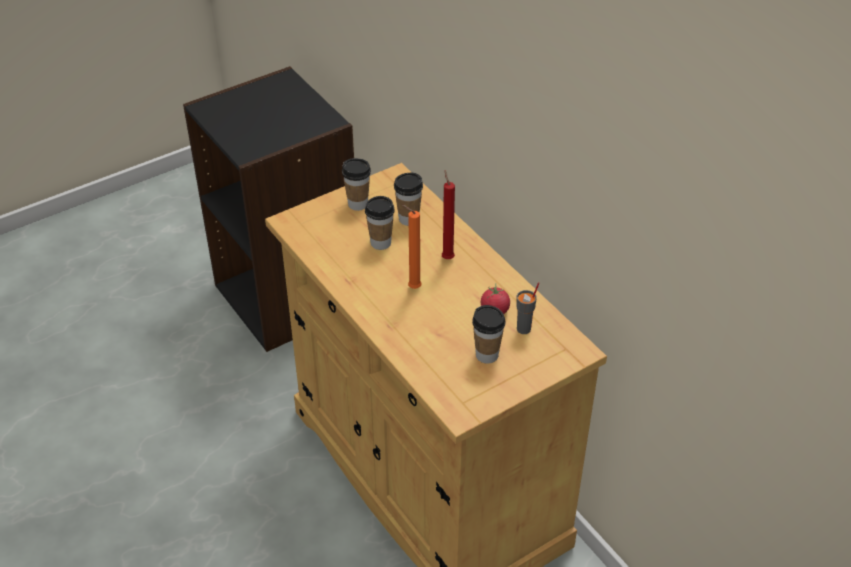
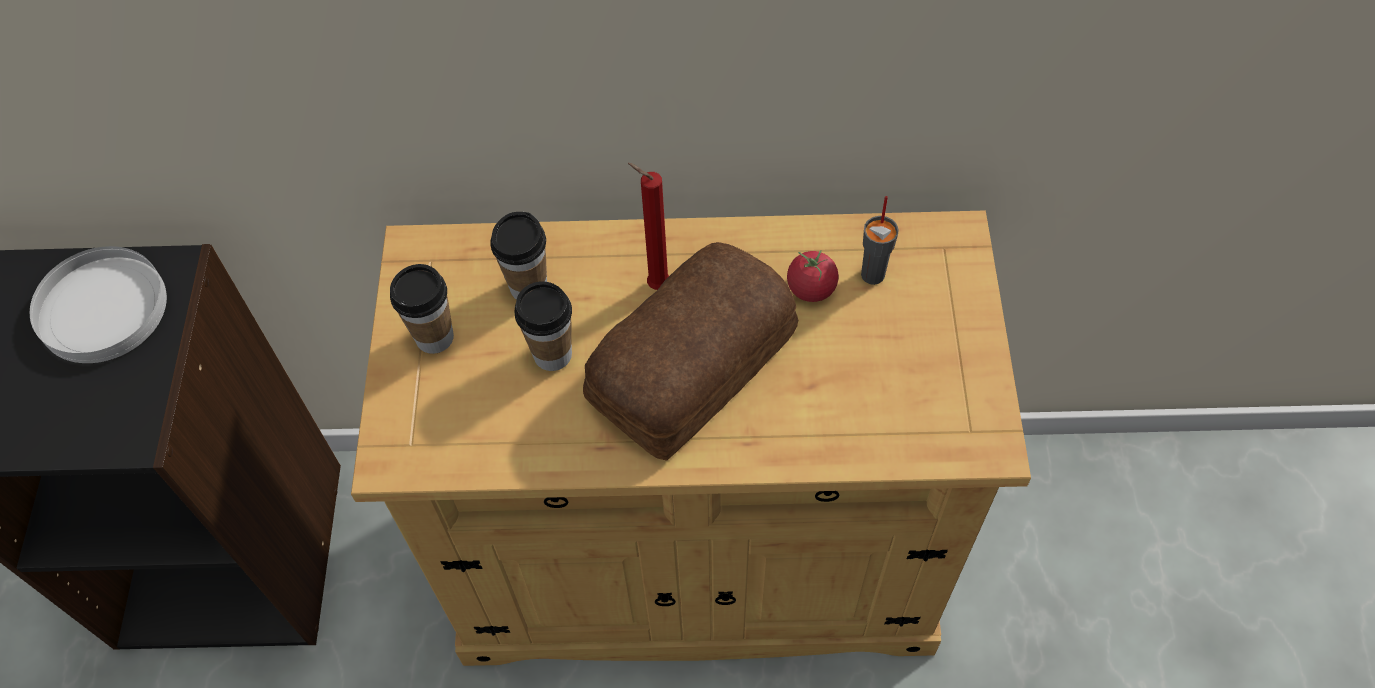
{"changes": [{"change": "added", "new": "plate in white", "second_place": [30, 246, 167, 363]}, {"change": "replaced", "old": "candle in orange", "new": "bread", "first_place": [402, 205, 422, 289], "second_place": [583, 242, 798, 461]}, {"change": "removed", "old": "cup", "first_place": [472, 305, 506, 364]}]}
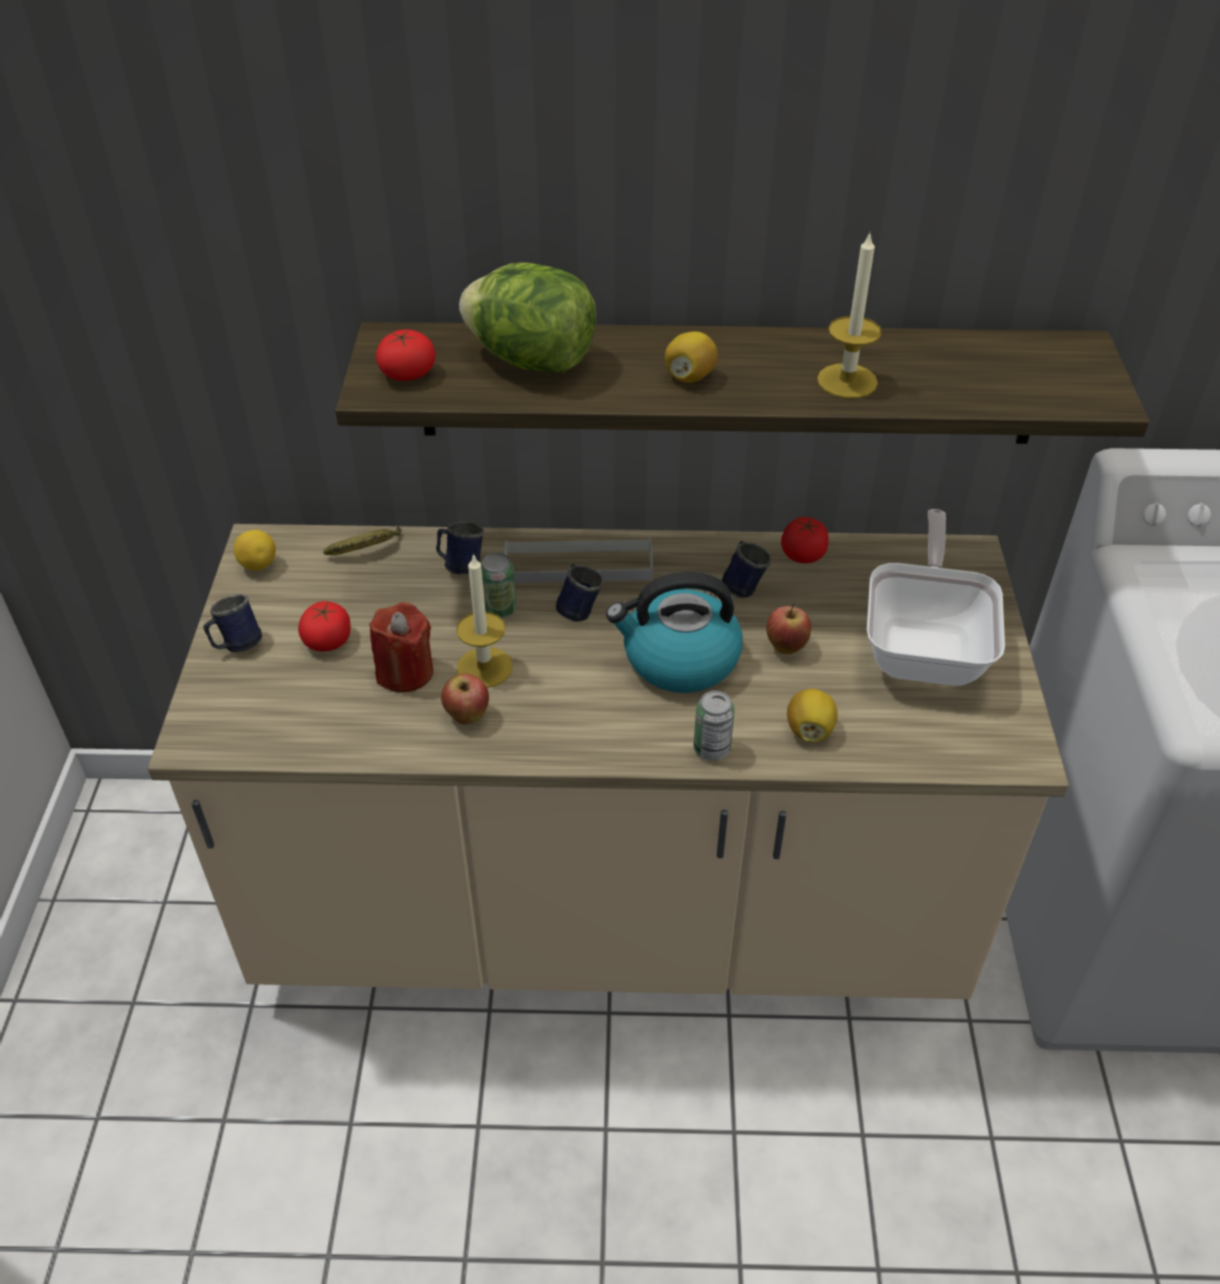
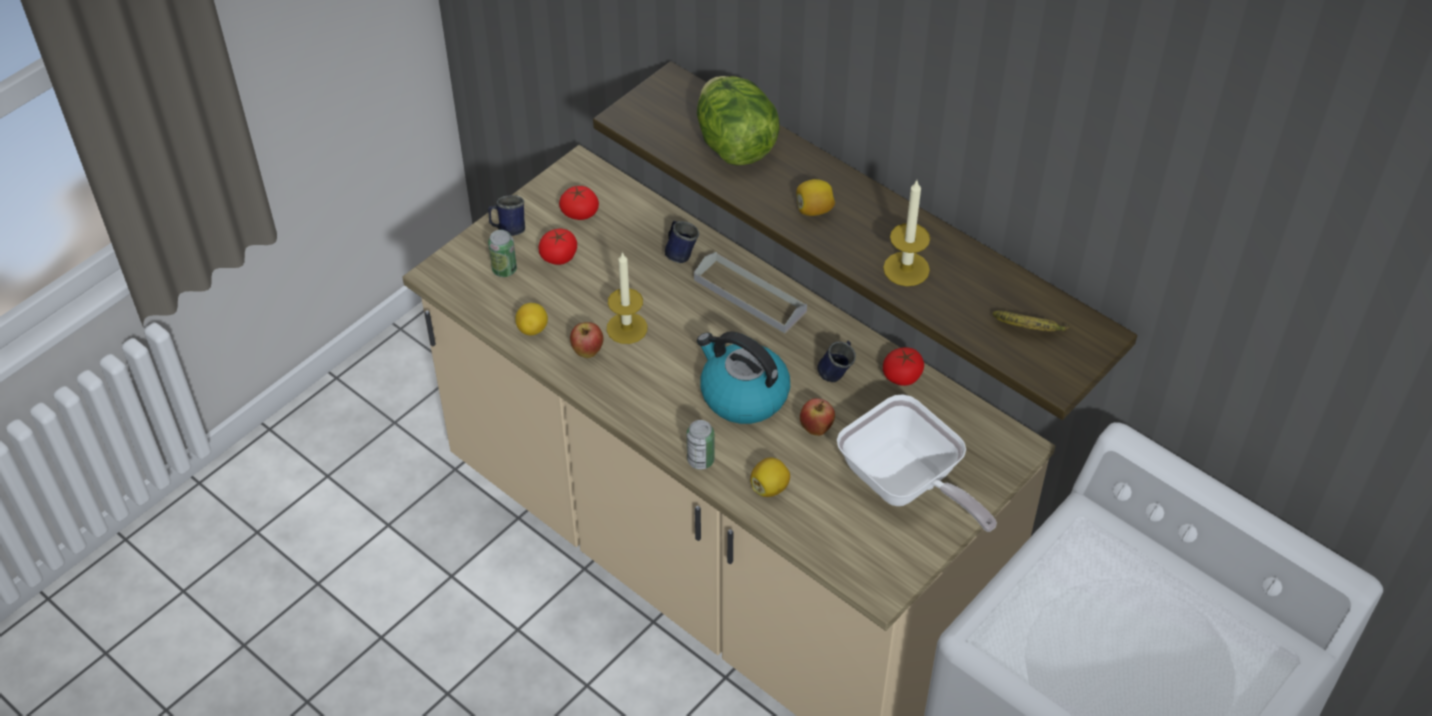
{"changes": [{"change": "moved", "old": "can", "first_place": [481, 553, 516, 618], "second_place": [488, 230, 517, 277]}, {"change": "moved", "old": "lemon", "first_place": [234, 530, 276, 571], "second_place": [515, 303, 548, 335]}, {"change": "moved", "old": "tomato", "first_place": [376, 330, 436, 381], "second_place": [559, 186, 599, 220]}, {"change": "turned", "old": "frying pan", "first_place": [867, 509, 1005, 686], "second_place": [837, 394, 997, 532], "degrees": 90}, {"change": "moved", "old": "banana", "first_place": [323, 526, 402, 555], "second_place": [993, 311, 1069, 331]}, {"change": "removed", "old": "candle in red", "first_place": [369, 602, 433, 692]}, {"change": "removed", "old": "mug in blue", "first_place": [556, 564, 604, 622]}]}
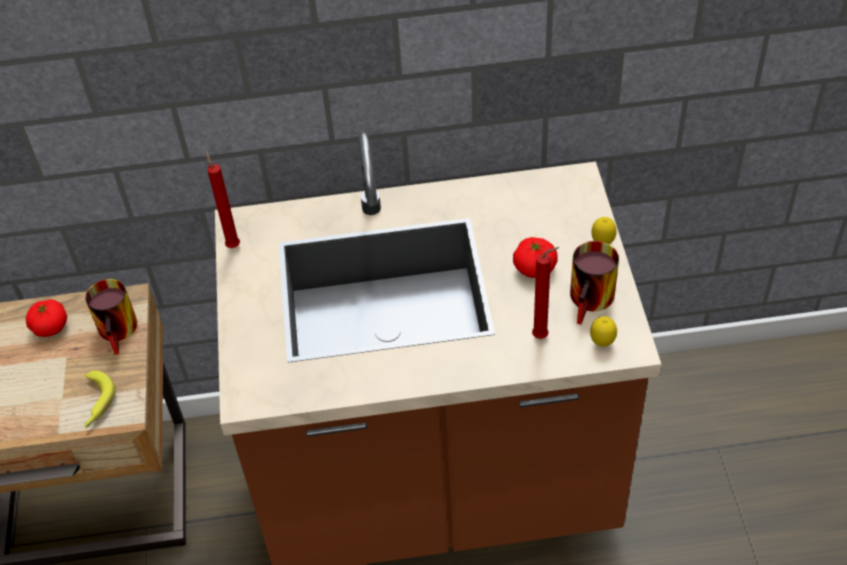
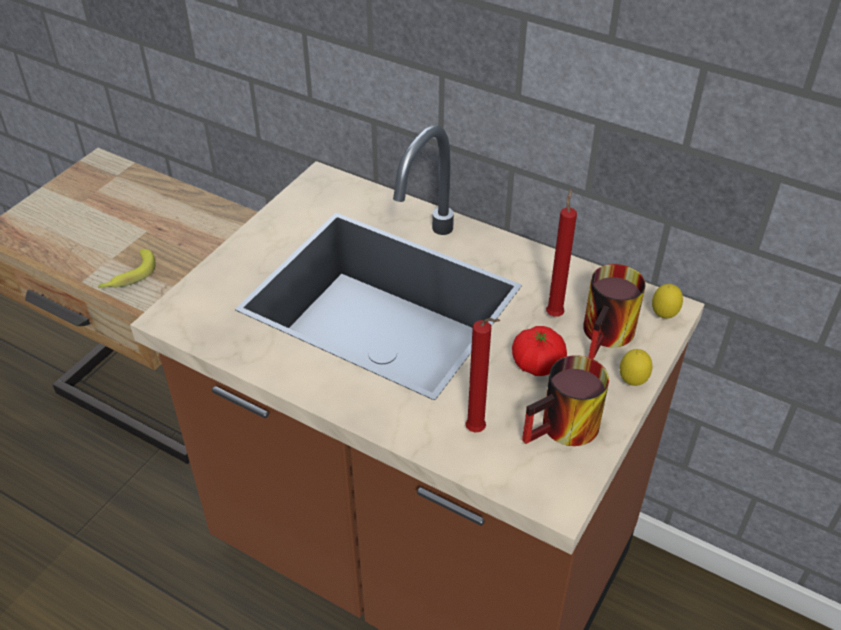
{"changes": [{"change": "moved", "old": "candle in red", "first_place": [206, 151, 240, 248], "second_place": [546, 189, 577, 317]}, {"change": "moved", "old": "mug", "first_place": [85, 279, 138, 355], "second_place": [583, 264, 646, 359]}, {"change": "moved", "old": "lemon", "first_place": [590, 316, 617, 347], "second_place": [652, 284, 683, 318]}, {"change": "removed", "old": "tomato", "first_place": [26, 299, 67, 337]}]}
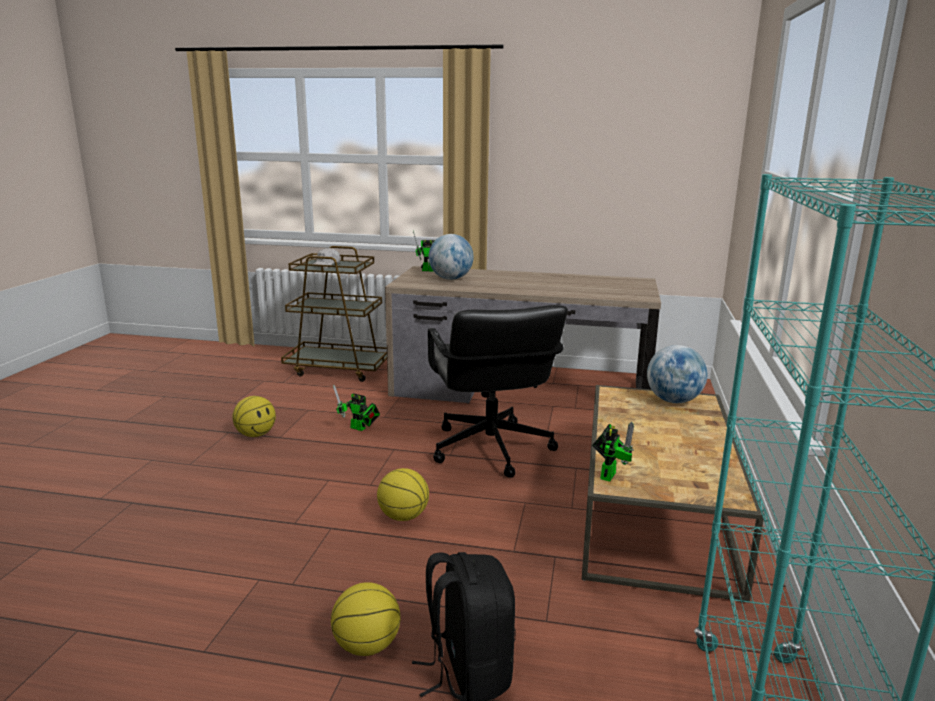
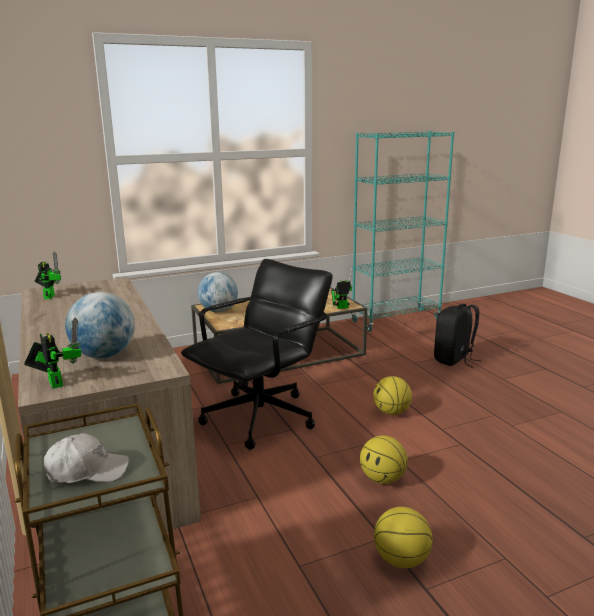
{"changes": [{"change": "moved", "old": "toy robot", "first_place": [333, 384, 380, 431], "second_place": [35, 252, 61, 299]}, {"change": "moved", "old": "basketball", "first_place": [331, 582, 400, 656], "second_place": [360, 435, 408, 484]}]}
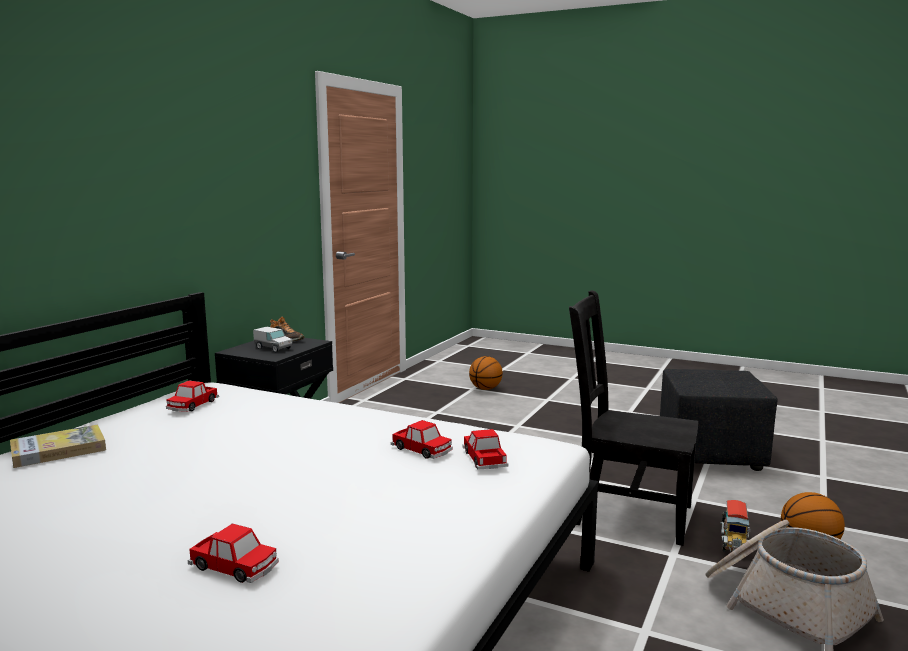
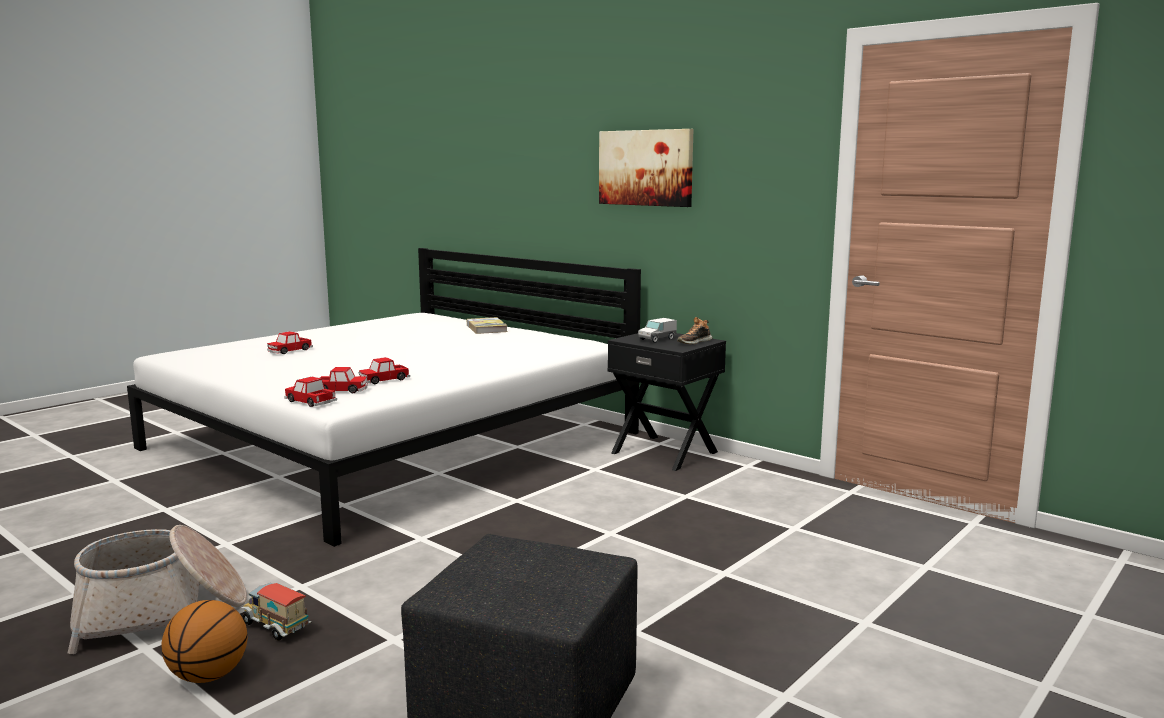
{"changes": [{"change": "moved", "old": "toy car", "first_place": [166, 381, 219, 412], "second_place": [284, 377, 337, 407]}, {"change": "added", "new": "picture", "second_place": [599, 129, 693, 207]}, {"change": "removed", "old": "basketball", "first_place": [469, 356, 503, 390]}, {"change": "removed", "old": "chair in black", "first_place": [569, 290, 698, 546]}]}
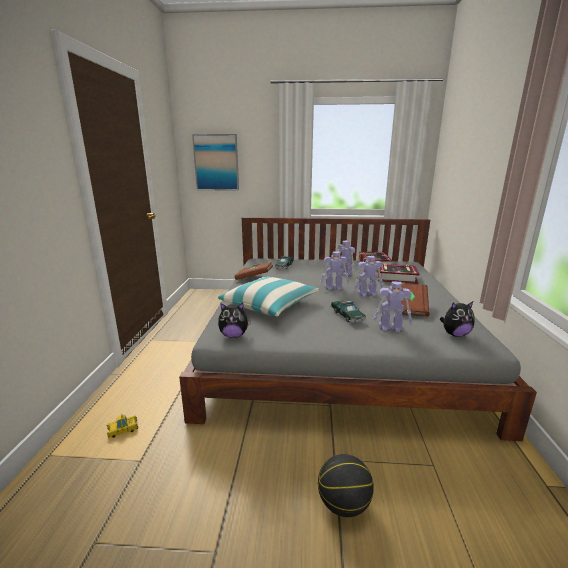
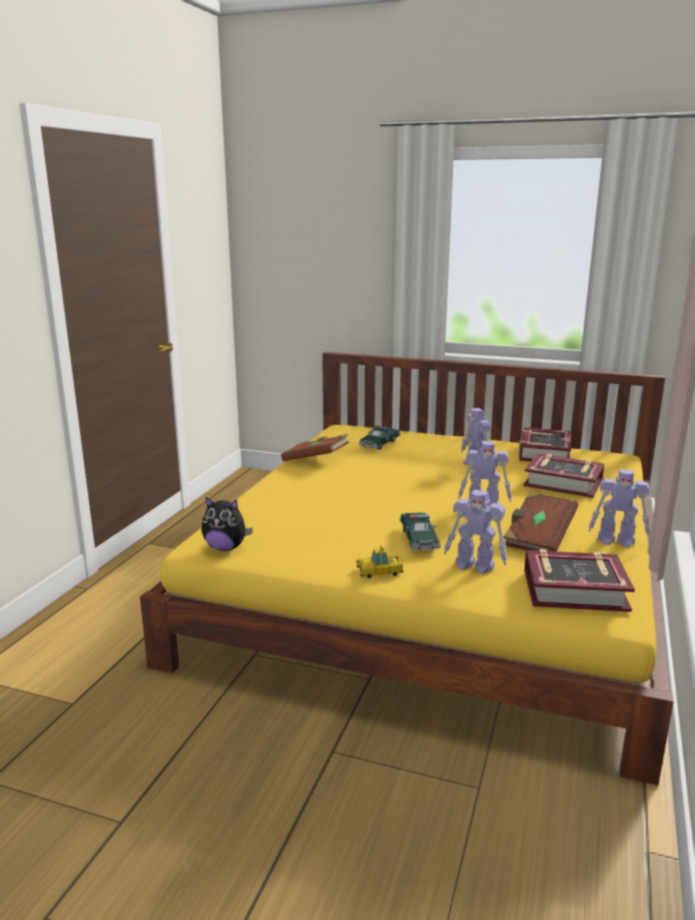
{"changes": [{"change": "recoloured", "old": "bed in grey", "new": "bed in yellow", "first_place": [179, 217, 537, 441], "second_place": [140, 352, 673, 785]}, {"change": "moved", "old": "toy car", "first_place": [107, 414, 138, 438], "second_place": [356, 545, 403, 578]}, {"change": "replaced", "old": "plush toy", "new": "book", "first_place": [439, 301, 475, 337], "second_place": [524, 549, 635, 612]}, {"change": "moved", "old": "toy robot", "first_place": [320, 251, 349, 290], "second_place": [588, 469, 650, 547]}, {"change": "removed", "old": "picture", "first_place": [192, 134, 239, 191]}, {"change": "removed", "old": "pillow", "first_place": [218, 277, 319, 316]}, {"change": "removed", "old": "basketball", "first_place": [318, 454, 374, 517]}]}
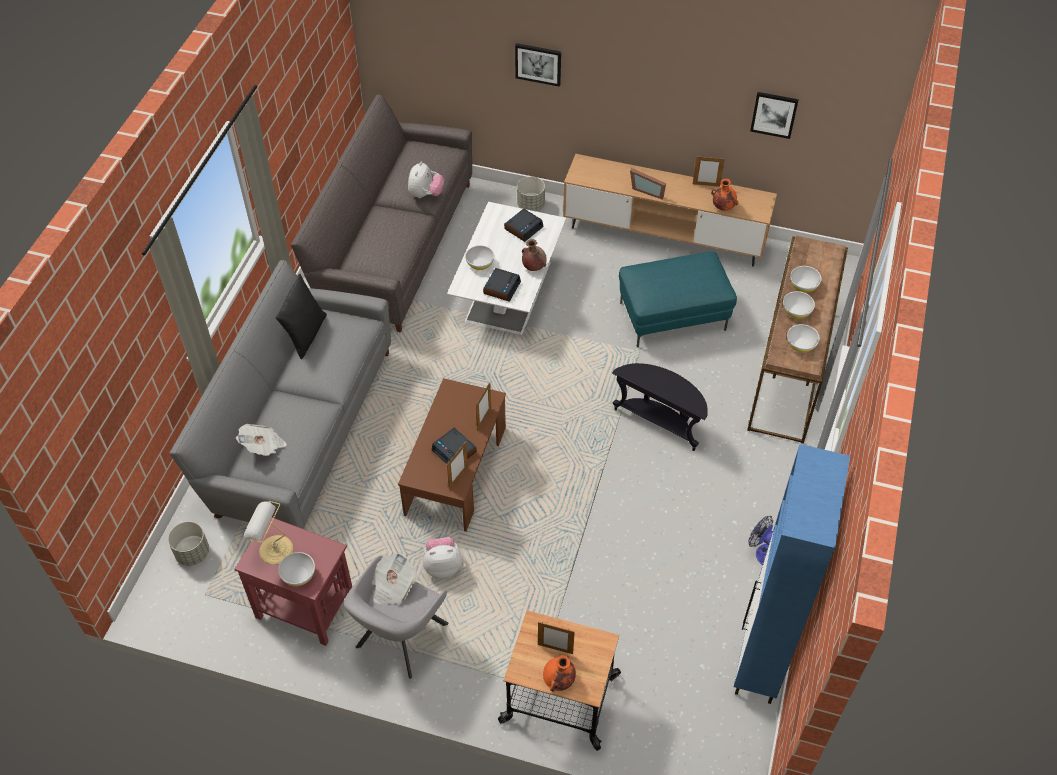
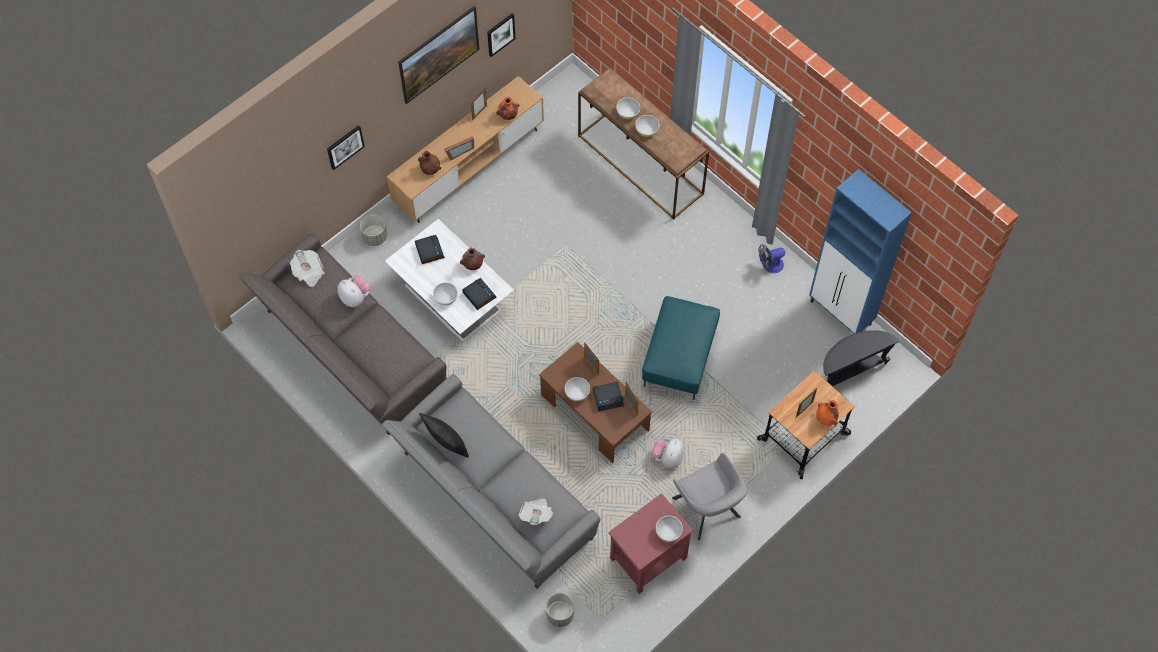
{"changes": [{"change": "moved", "old": "newspaper", "first_place": [372, 553, 416, 605], "second_place": [290, 250, 325, 287]}, {"change": "added", "new": "picture", "second_place": [398, 6, 479, 104]}, {"change": "added", "new": "vase in brown", "second_place": [418, 151, 441, 175]}, {"change": "moved", "old": "bowl in white", "first_place": [787, 324, 820, 352], "second_place": [565, 377, 590, 401]}, {"change": "moved", "old": "ottoman in turquoise", "first_place": [619, 251, 737, 347], "second_place": [642, 296, 720, 400]}, {"change": "moved", "old": "side table in black", "first_place": [612, 363, 708, 451], "second_place": [823, 330, 899, 386]}, {"change": "removed", "old": "table lamp", "first_place": [244, 501, 293, 565]}]}
